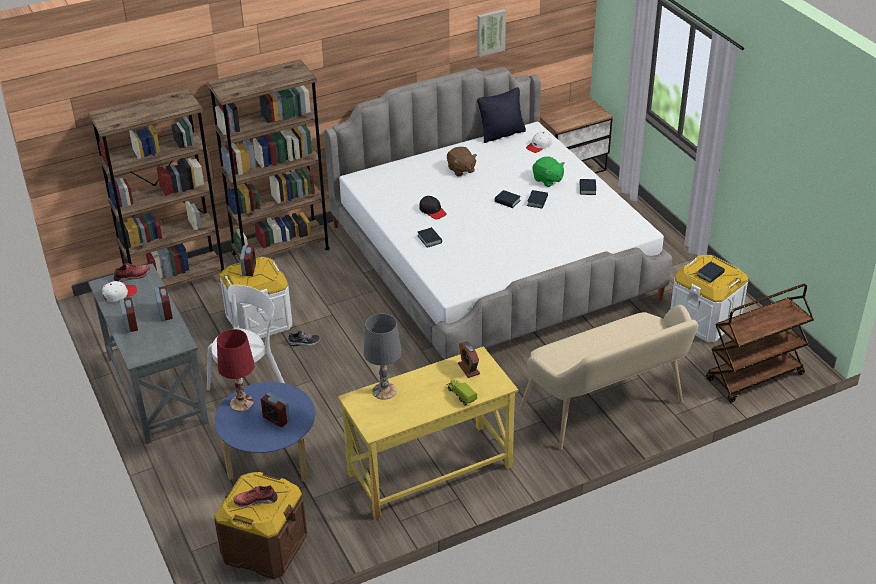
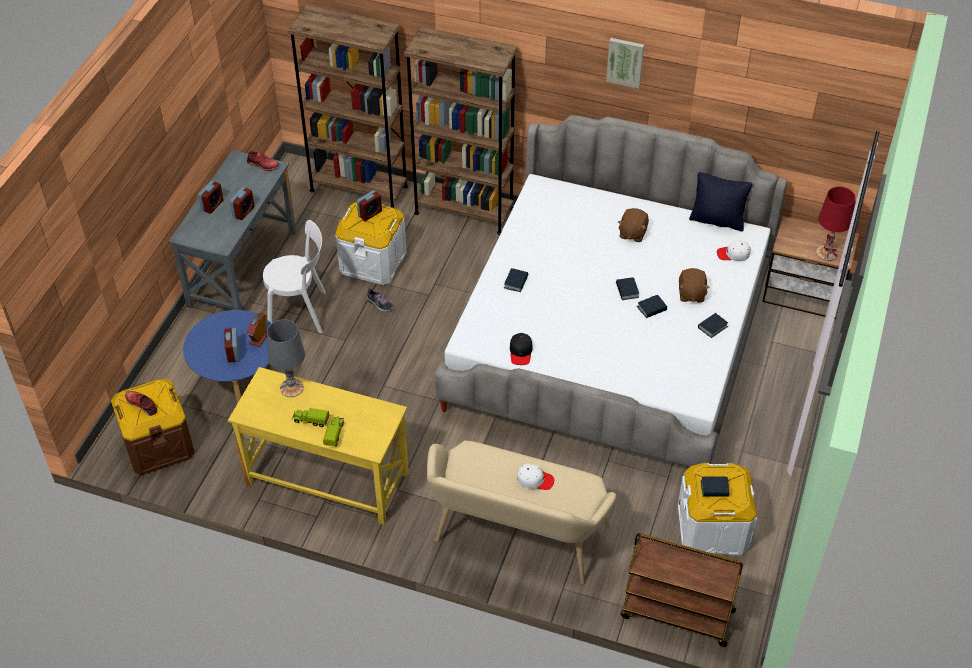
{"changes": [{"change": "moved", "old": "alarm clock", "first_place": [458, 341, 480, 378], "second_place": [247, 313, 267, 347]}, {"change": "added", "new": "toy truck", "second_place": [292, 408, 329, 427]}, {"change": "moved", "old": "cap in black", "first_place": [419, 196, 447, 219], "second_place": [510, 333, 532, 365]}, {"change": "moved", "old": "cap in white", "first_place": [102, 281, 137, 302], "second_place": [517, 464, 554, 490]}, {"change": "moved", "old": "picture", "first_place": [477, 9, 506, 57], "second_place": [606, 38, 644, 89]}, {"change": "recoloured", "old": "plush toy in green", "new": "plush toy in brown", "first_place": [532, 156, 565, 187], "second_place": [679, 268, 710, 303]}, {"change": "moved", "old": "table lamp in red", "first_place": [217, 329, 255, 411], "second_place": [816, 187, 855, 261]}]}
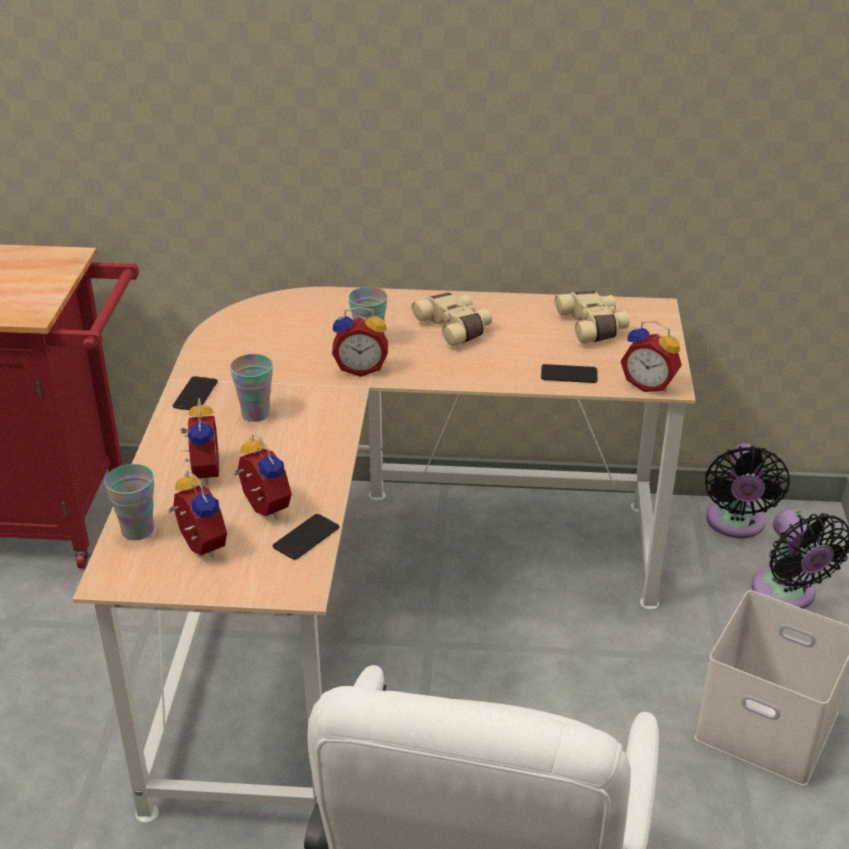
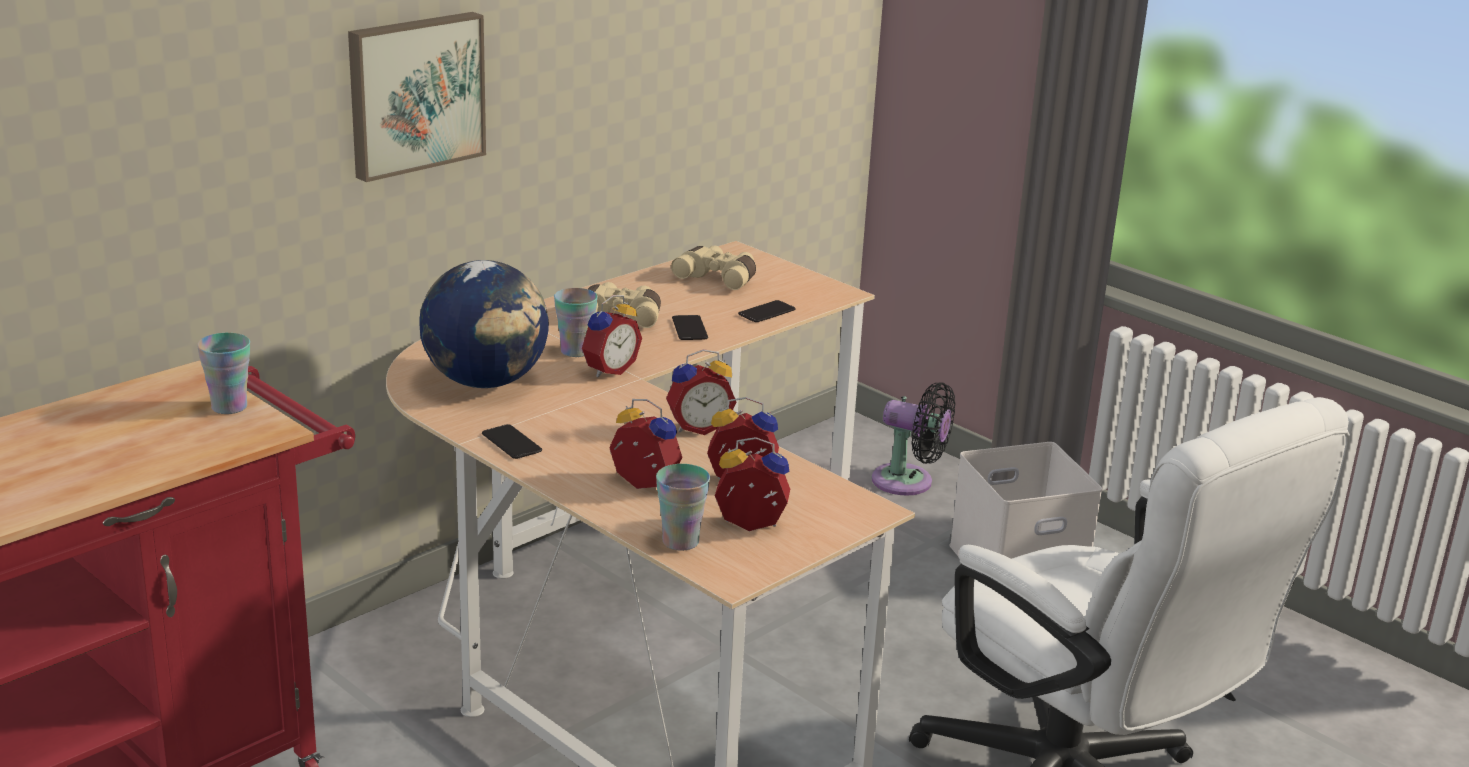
{"changes": [{"change": "moved", "old": "cup", "first_place": [230, 354, 273, 422], "second_place": [197, 333, 250, 414]}, {"change": "added", "new": "picture", "second_place": [348, 12, 486, 182]}, {"change": "added", "new": "globe", "second_place": [419, 260, 549, 388]}, {"change": "moved", "old": "alarm clock", "first_place": [621, 322, 682, 392], "second_place": [666, 349, 736, 435]}, {"change": "moved", "old": "phone", "first_place": [273, 514, 339, 560], "second_place": [672, 315, 708, 340]}, {"change": "removed", "old": "fan in black", "first_place": [705, 443, 790, 539]}]}
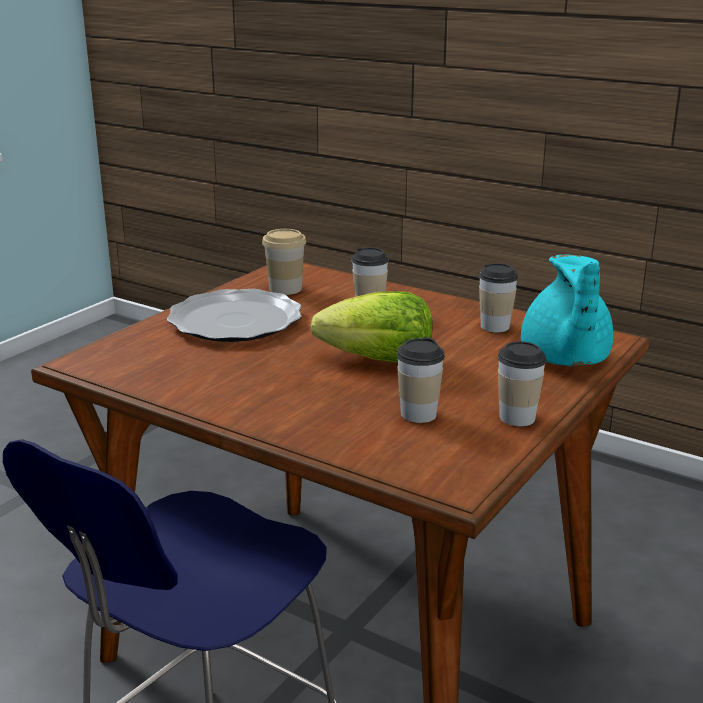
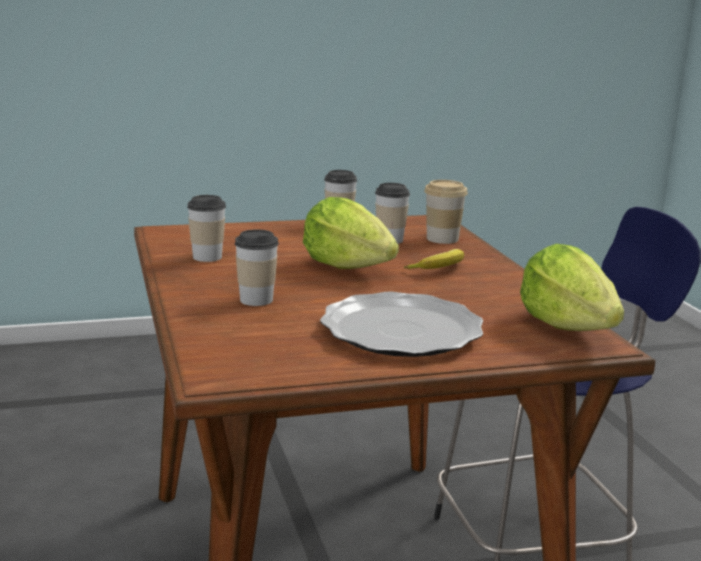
{"changes": [{"change": "added", "new": "banana", "second_place": [404, 249, 464, 269]}, {"change": "moved", "old": "cup", "first_place": [262, 229, 306, 295], "second_place": [424, 180, 468, 244]}, {"change": "added", "new": "lettuce", "second_place": [520, 244, 624, 331]}, {"change": "removed", "old": "teapot in turquoise", "first_place": [521, 255, 613, 366]}]}
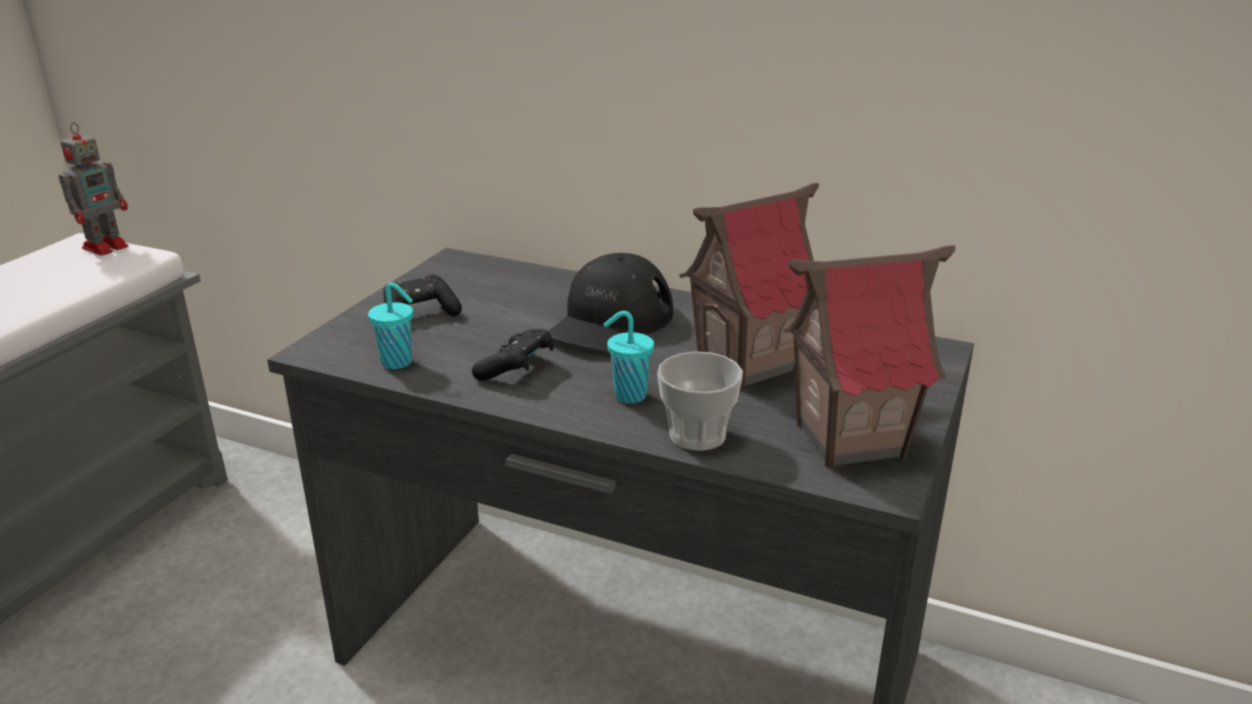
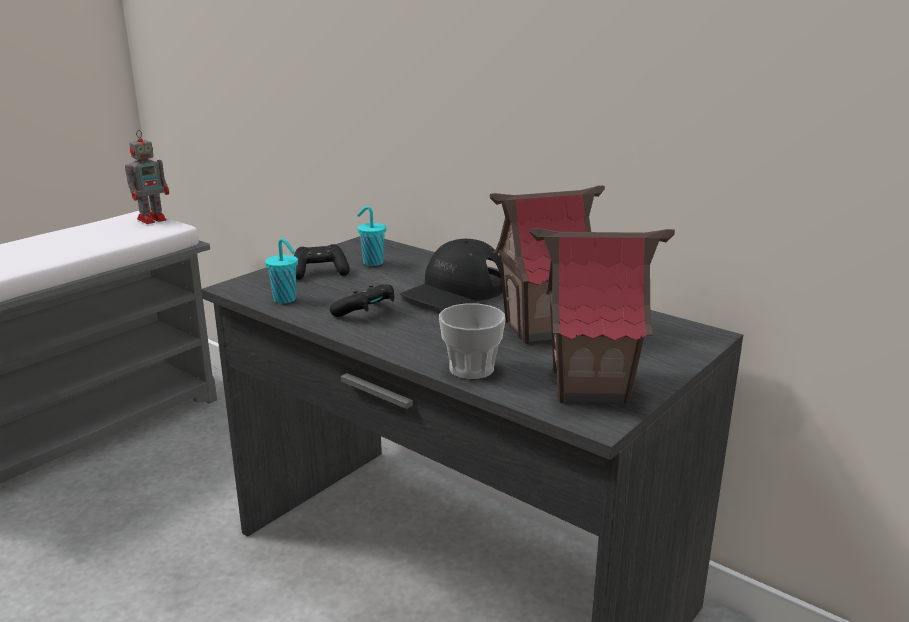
{"changes": [{"change": "moved", "old": "cup in turquoise", "first_place": [603, 311, 654, 403], "second_place": [357, 206, 386, 266]}]}
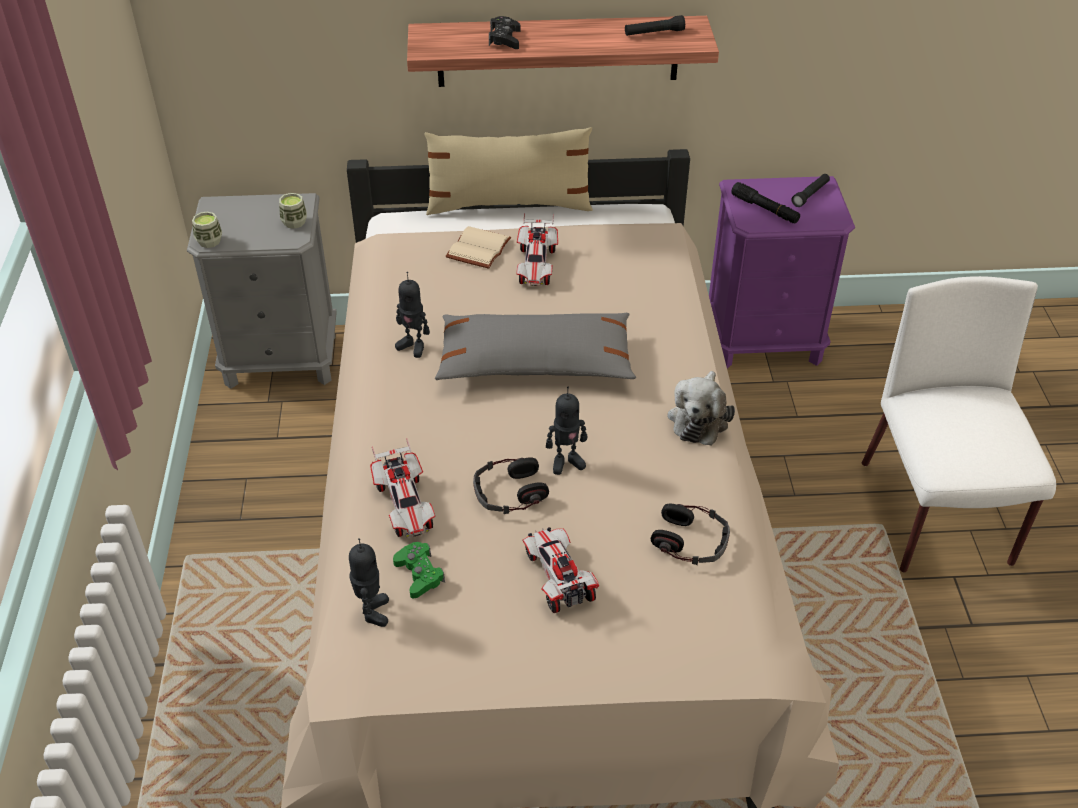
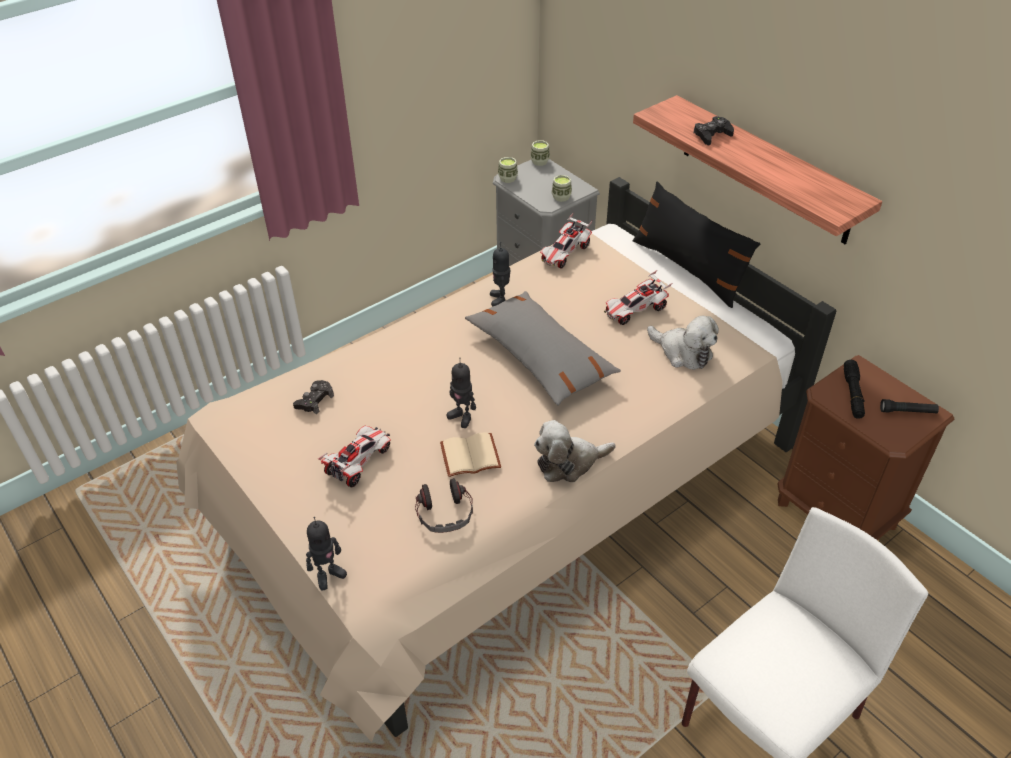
{"changes": [{"change": "recoloured", "old": "game controller in green", "new": "game controller in black", "first_place": [393, 542, 445, 599], "second_place": [293, 380, 334, 415]}, {"change": "moved", "old": "toy robot", "first_place": [349, 538, 389, 627], "second_place": [306, 517, 347, 590]}, {"change": "moved", "old": "book in beige", "first_place": [446, 226, 511, 269], "second_place": [440, 433, 501, 477]}, {"change": "added", "new": "cup", "second_place": [530, 140, 550, 166]}, {"change": "moved", "old": "toy car", "first_place": [370, 438, 435, 537], "second_place": [540, 213, 592, 269]}, {"change": "recoloured", "old": "pillow in beige", "new": "pillow in black", "first_place": [424, 127, 593, 215], "second_place": [633, 182, 761, 308]}, {"change": "added", "new": "plush toy", "second_place": [647, 316, 719, 370]}, {"change": "recoloured", "old": "nightstand in purple", "new": "nightstand in brown", "first_place": [709, 176, 855, 368], "second_place": [778, 355, 954, 540]}, {"change": "removed", "old": "headphones", "first_place": [473, 458, 549, 514]}, {"change": "removed", "old": "flashlight in black", "first_place": [625, 15, 685, 36]}]}
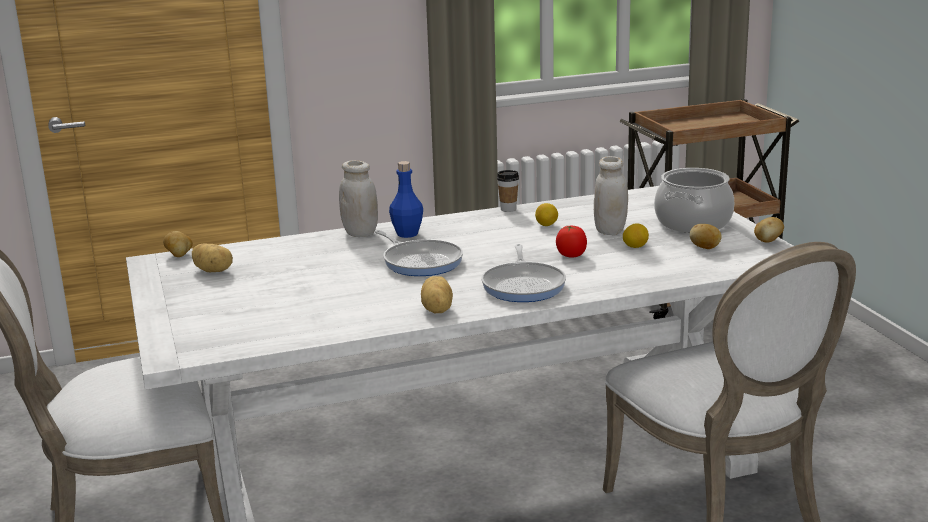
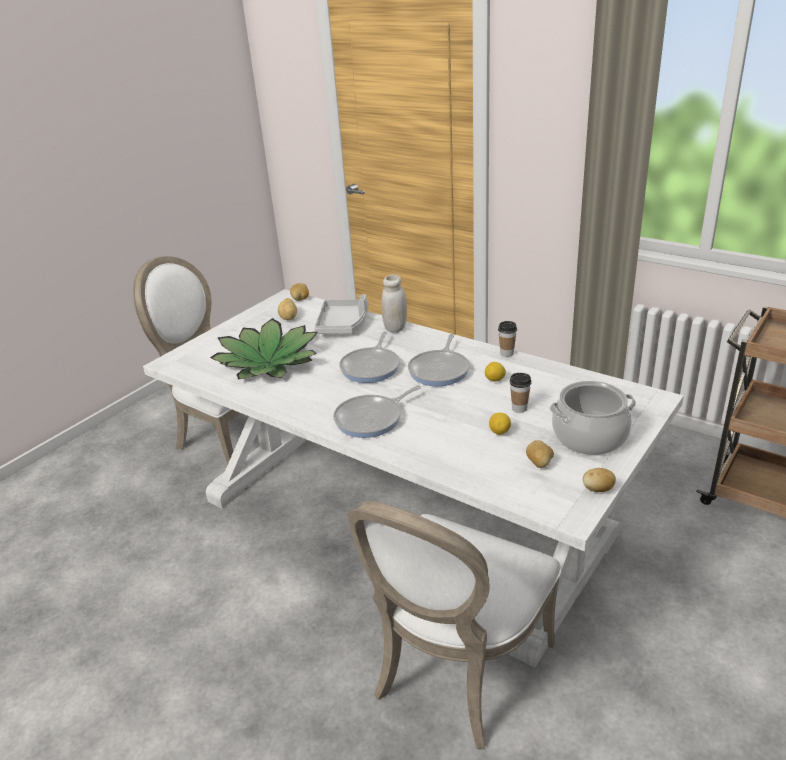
{"changes": [{"change": "added", "new": "potted plant", "second_place": [210, 318, 318, 379]}, {"change": "added", "new": "tray in grey", "second_place": [314, 294, 369, 334]}, {"change": "added", "new": "frying pan", "second_place": [408, 334, 470, 386]}, {"change": "replaced", "old": "jar in white", "new": "cup", "first_place": [594, 156, 628, 235], "second_place": [510, 373, 531, 413]}, {"change": "removed", "old": "bottle in blue", "first_place": [389, 161, 423, 238]}, {"change": "removed", "old": "potato", "first_place": [421, 276, 453, 313]}, {"change": "removed", "old": "tomato", "first_place": [556, 225, 587, 258]}]}
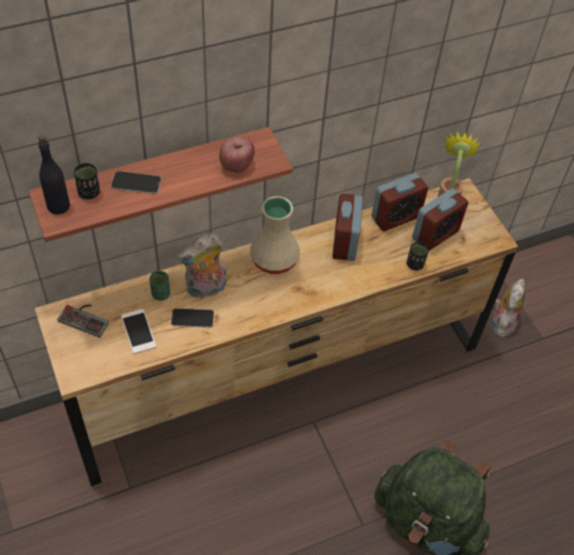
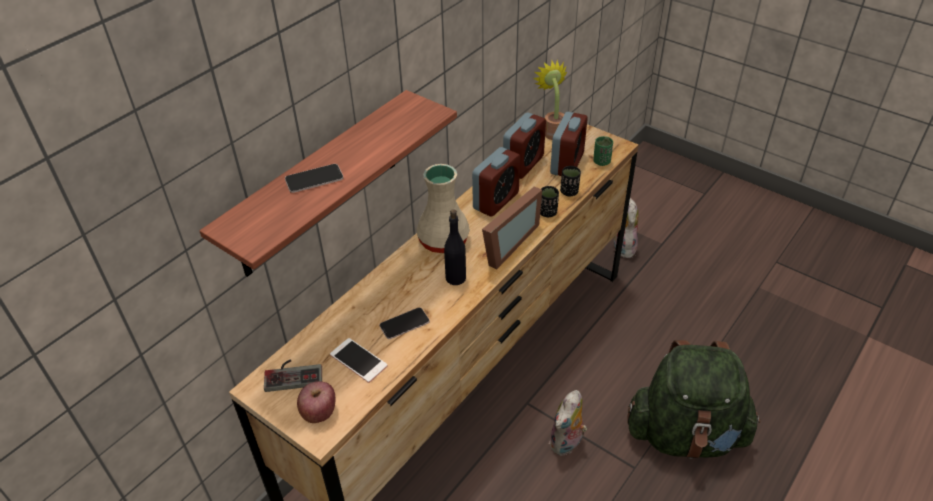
{"changes": [{"change": "moved", "old": "apple", "first_place": [219, 136, 255, 172], "second_place": [297, 381, 336, 423]}, {"change": "moved", "old": "bottle in black", "first_place": [38, 135, 70, 214], "second_place": [444, 209, 466, 285]}, {"change": "turned", "old": "alarm clock", "first_place": [332, 194, 363, 261], "second_place": [472, 147, 520, 217], "degrees": -120}, {"change": "added", "new": "picture frame", "second_place": [482, 186, 542, 270]}, {"change": "moved", "old": "cup in black", "first_place": [74, 163, 100, 199], "second_place": [540, 186, 559, 217]}, {"change": "moved", "old": "plush toy", "first_place": [177, 233, 226, 299], "second_place": [549, 390, 587, 456]}, {"change": "moved", "old": "cup in green", "first_place": [149, 271, 170, 301], "second_place": [593, 136, 613, 166]}]}
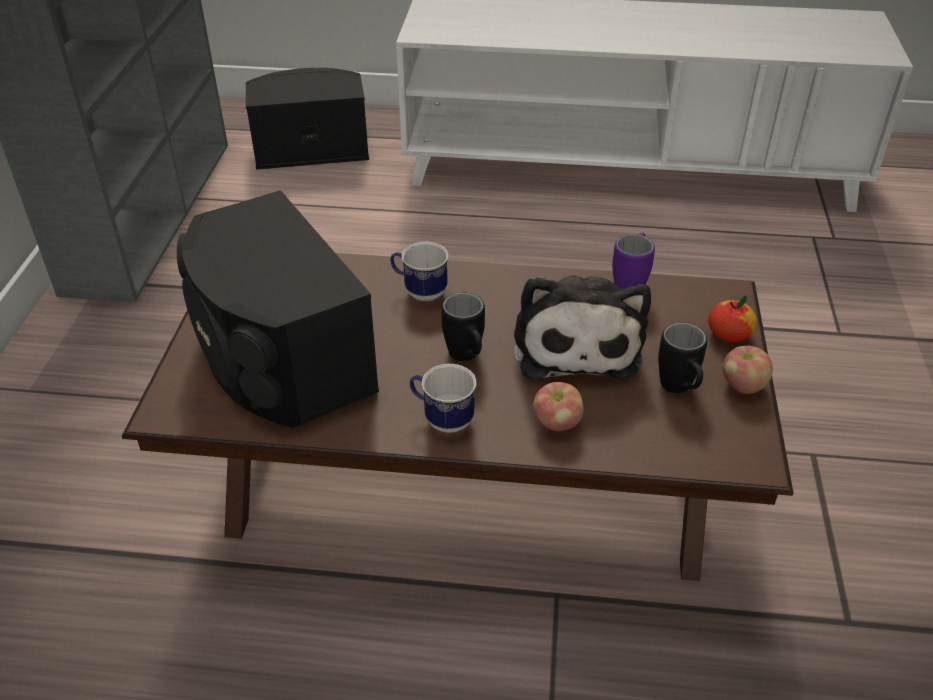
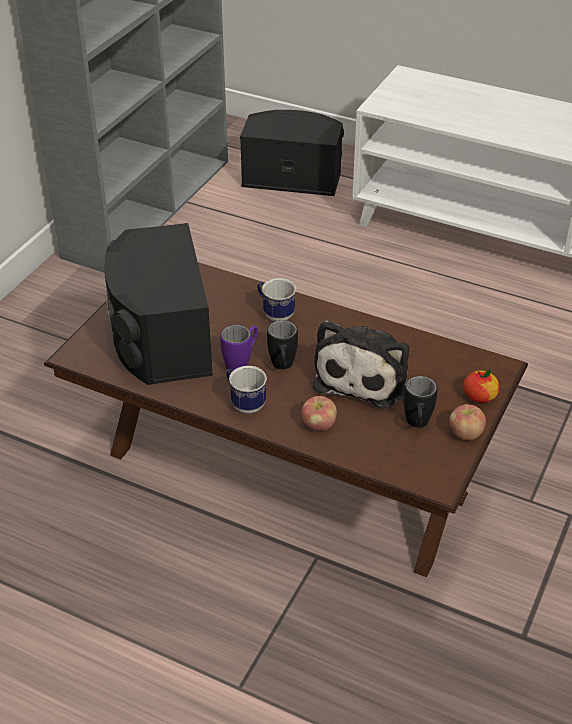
{"changes": [{"change": "moved", "old": "mug in purple", "first_place": [612, 232, 655, 289], "second_place": [220, 325, 258, 373]}]}
